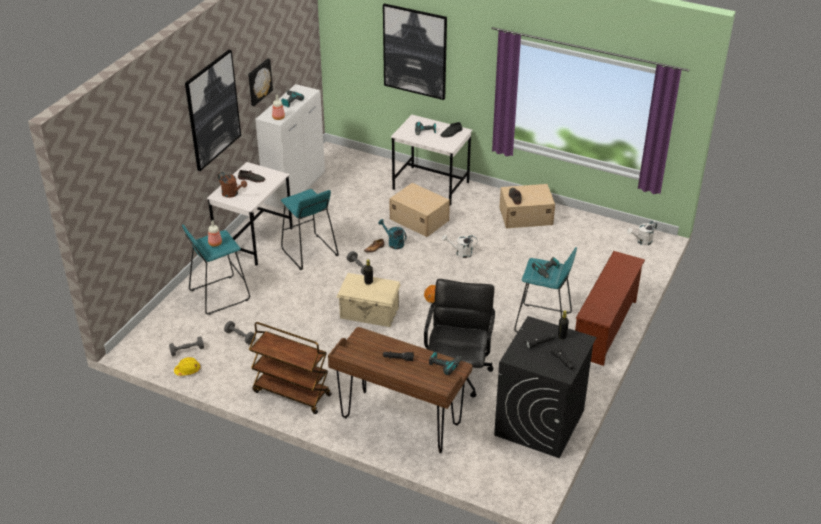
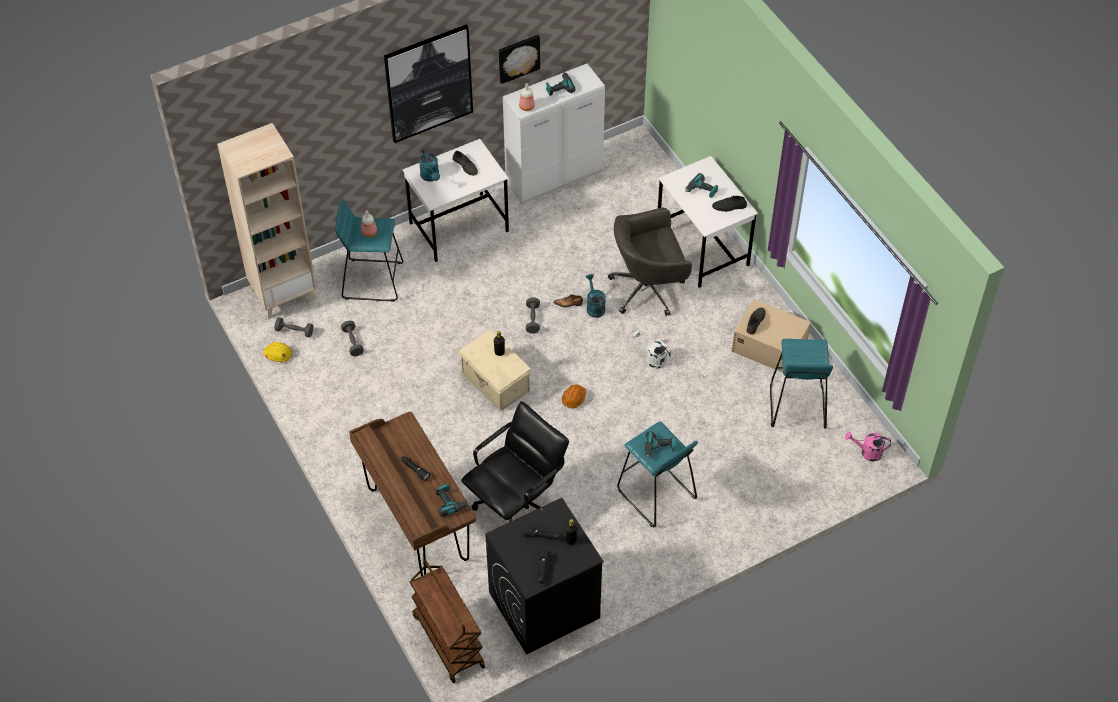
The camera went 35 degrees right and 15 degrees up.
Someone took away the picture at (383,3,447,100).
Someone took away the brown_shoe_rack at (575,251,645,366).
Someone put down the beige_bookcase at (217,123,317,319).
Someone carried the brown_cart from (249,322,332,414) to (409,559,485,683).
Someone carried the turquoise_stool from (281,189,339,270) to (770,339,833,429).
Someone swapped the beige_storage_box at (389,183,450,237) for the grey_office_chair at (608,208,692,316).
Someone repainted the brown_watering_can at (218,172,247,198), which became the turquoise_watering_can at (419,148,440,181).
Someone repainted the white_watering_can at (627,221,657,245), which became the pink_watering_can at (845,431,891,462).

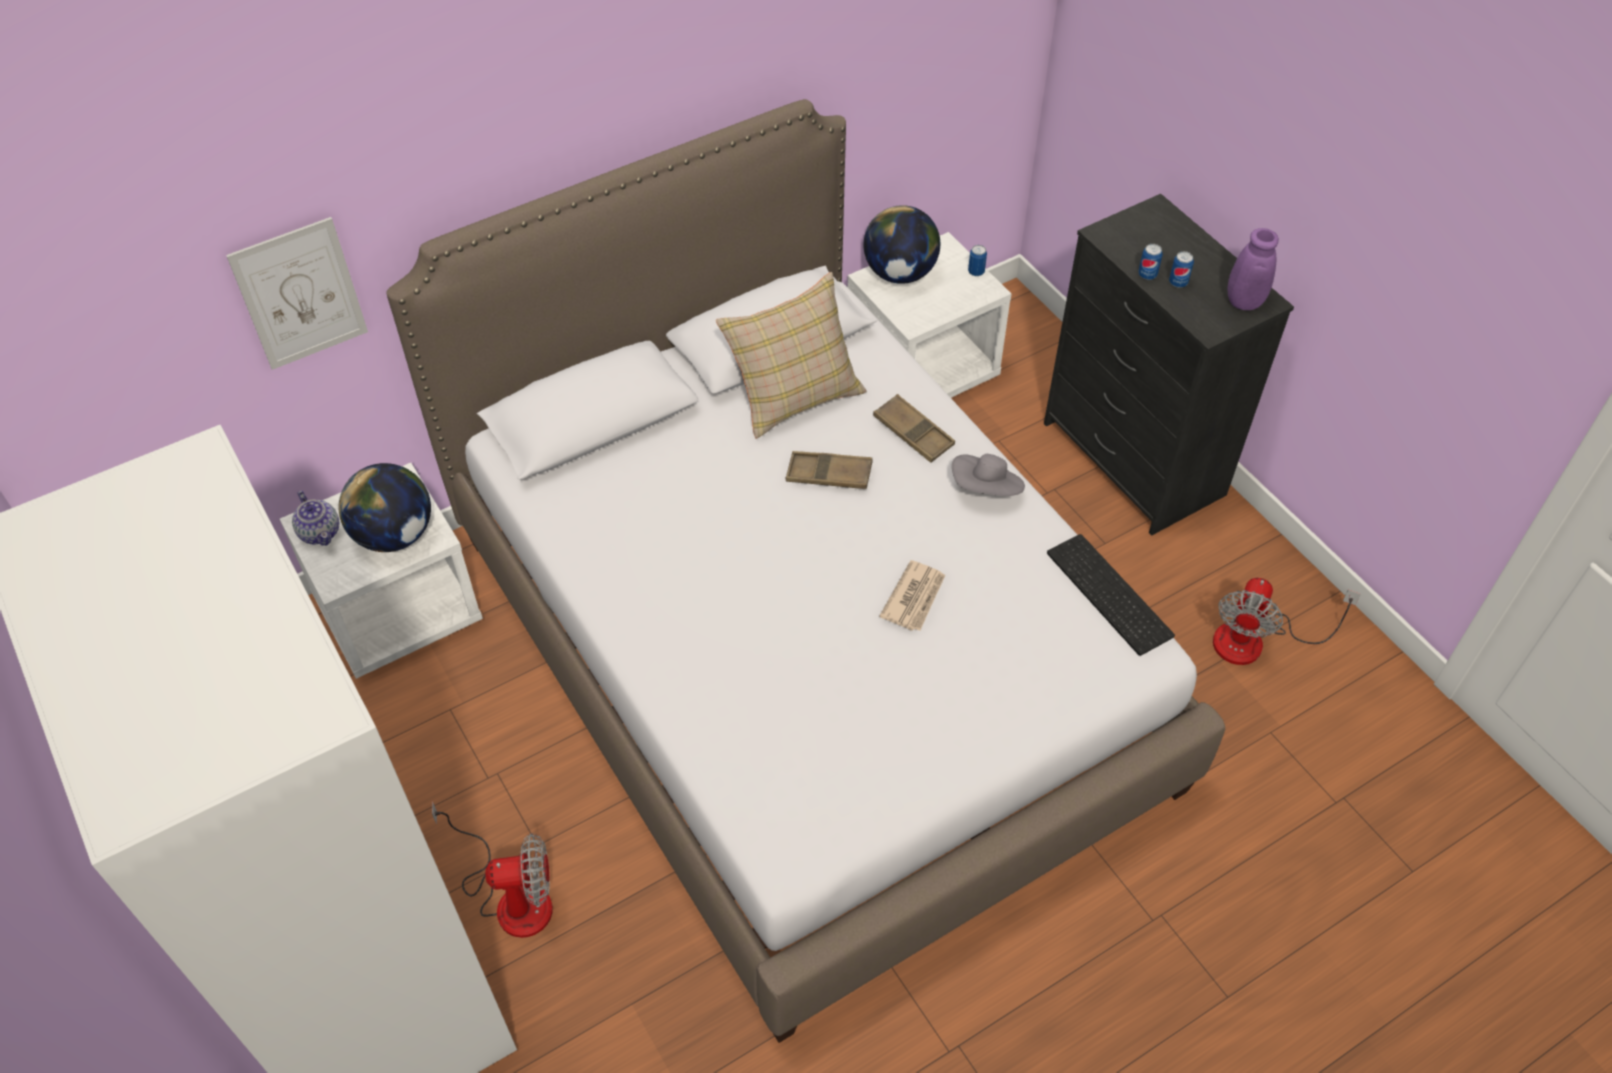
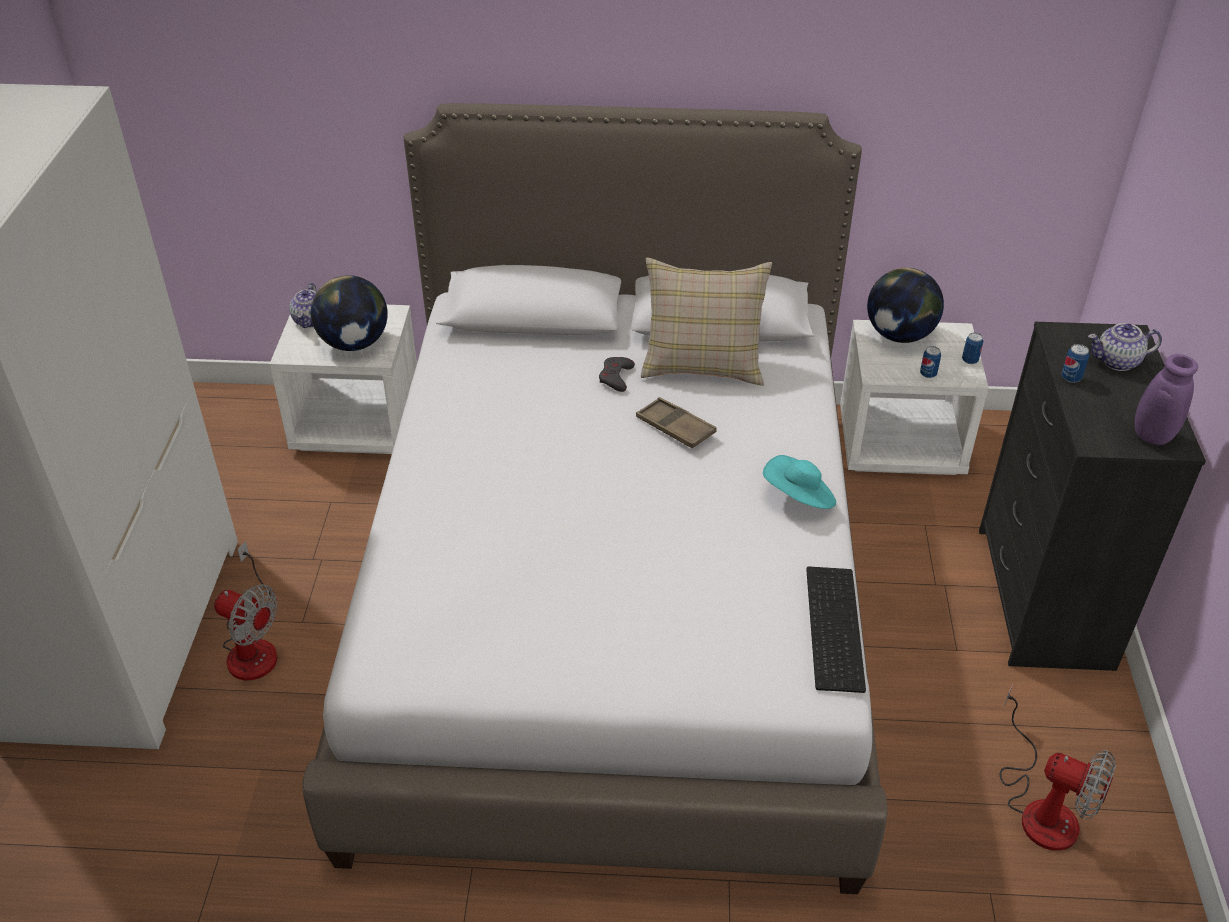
The camera went 35 degrees right and 10 degrees down.
Someone took away the picture at (226,217,368,370).
Someone took away the brown_tray at (873,394,955,463).
Someone took away the newspaper at (879,560,945,631).
Someone put down the grey_game_controller at (599,357,635,392).
Someone put down the teapot at (1088,323,1162,371).
Someone carried the can from (1169,251,1194,288) to (920,346,941,378).
Someone repainted the grey_hat at (952,454,1025,496), which became the turquoise_hat at (763,455,836,509).
Someone rotated the fan at (1213,578,1361,665) by 120 degrees counterclockwise.

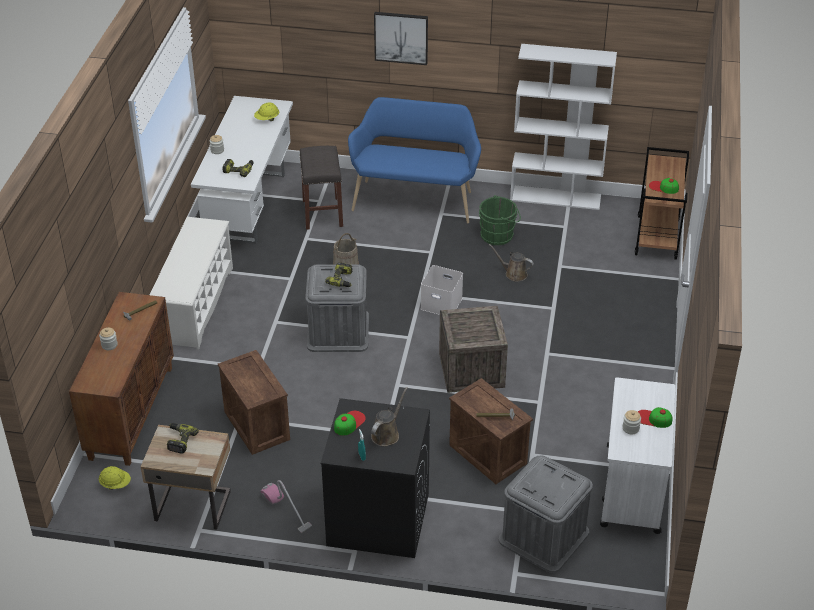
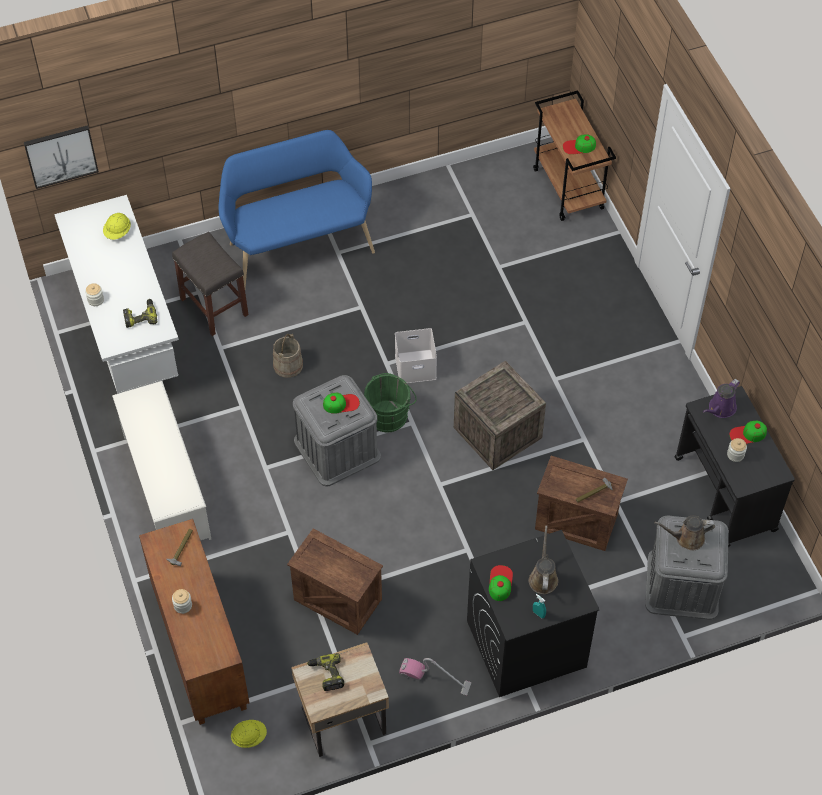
The camera went 30 degrees left and 15 degrees up.
Someone took away the white_bookcase at (510,44,617,210).
Someone put down the purple_watering_can at (703,379,740,418).
Someone carried the picture from (374,12,428,65) to (24,125,99,189).
Someone carried the green_bucket from (479,195,521,245) to (364,373,417,432).
Someone carried the brown_watering_can from (489,244,534,282) to (654,516,715,550).
Someone swapped the power_drill at (325,262,352,287) for the cap at (323,393,360,414).
Someone repainted the white_cart at (600,377,675,534), which became the black_cart at (674,386,795,547).

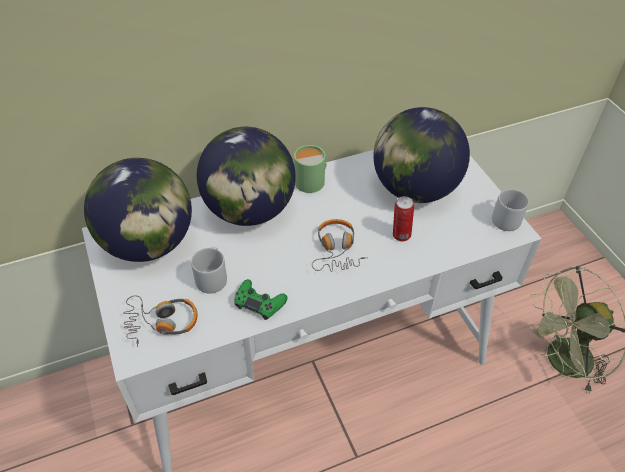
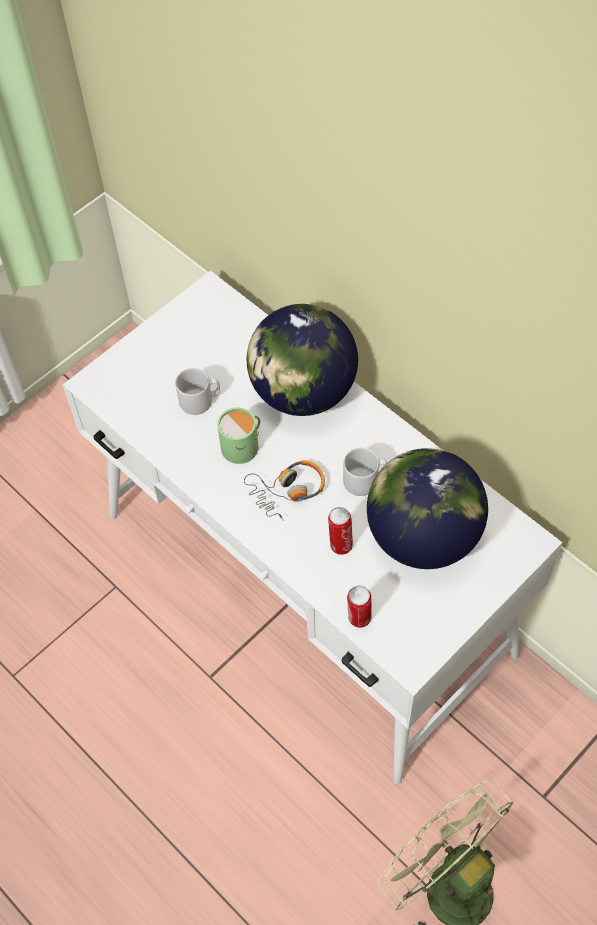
The camera went 70 degrees right and 10 degrees up.
Someone took away the globe at (84,158,192,262).
Someone took away the headphones at (123,295,197,347).
Someone took away the green_game_controller at (234,279,288,320).
Someone put down the can at (347,586,372,628).
Someone carried the green_mug from (294,145,326,193) to (217,407,260,464).
Someone carried the grey_mug from (492,189,529,231) to (343,448,387,496).

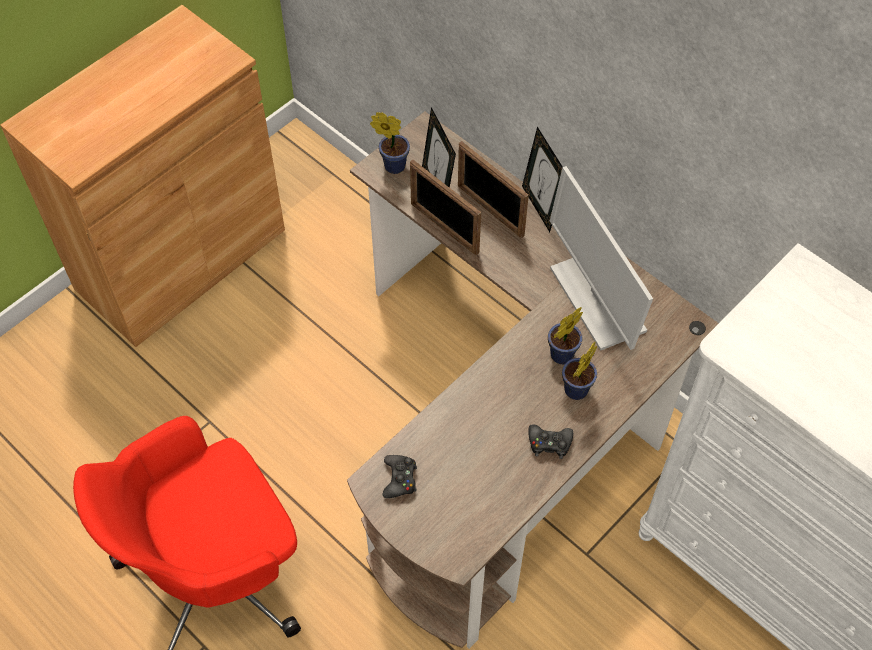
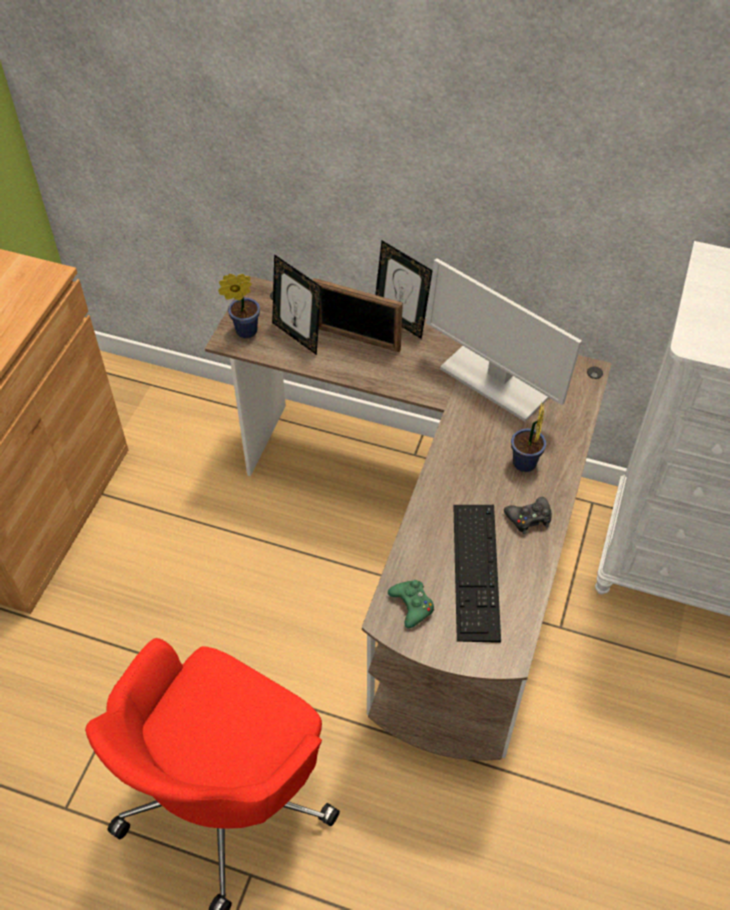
The camera went 25 degrees left and 5 degrees down.
Someone took away the picture_frame at (410,160,481,255).
Someone took away the potted_plant at (548,307,583,364).
Someone put down the keyboard at (453,505,501,643).
Someone repainted the black_game_controller at (383,455,417,498), which became the green_game_controller at (388,580,434,628).

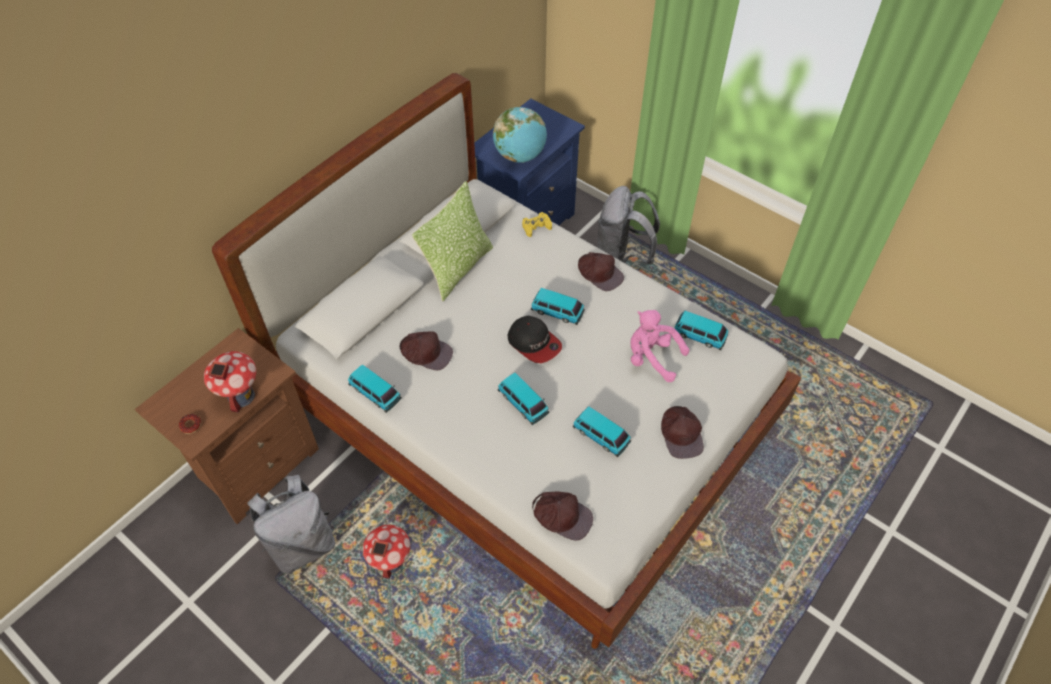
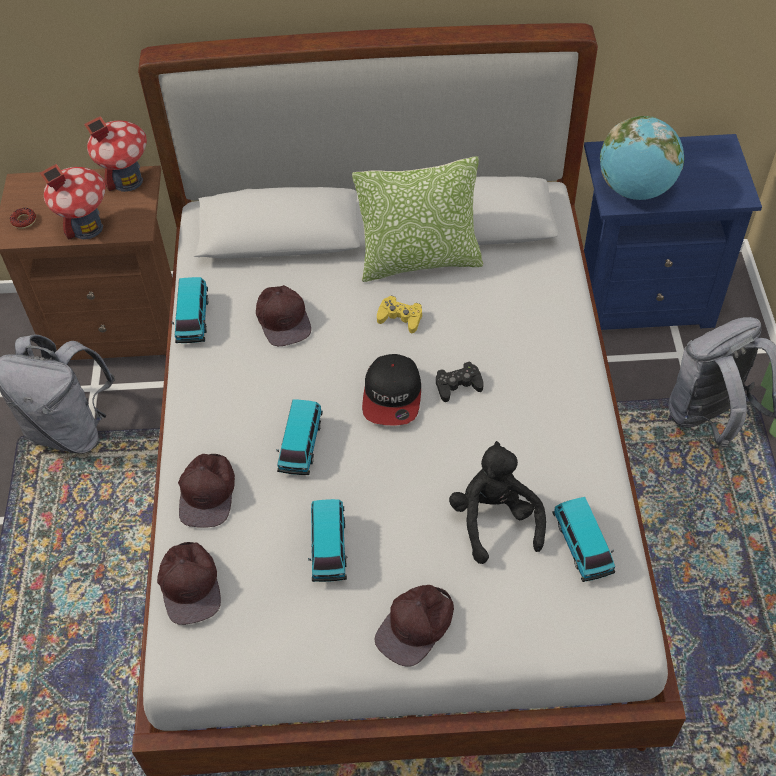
The camera went 50 degrees right and 0 degrees up.
Someone carried the toy_house from (363,524,410,579) to (84,116,147,192).
Someone carried the yellow_game_controller from (522,212,552,237) to (377,296,422,333).
Someone carried the brown_cap from (578,252,624,291) to (178,454,235,528).
Someone swapped the toy_car at (531,288,585,325) for the black_game_controller at (436,362,484,402).
Someone repainted the pink_plush_toy at (631,310,689,382), which became the black_plush_toy at (449,441,546,564).

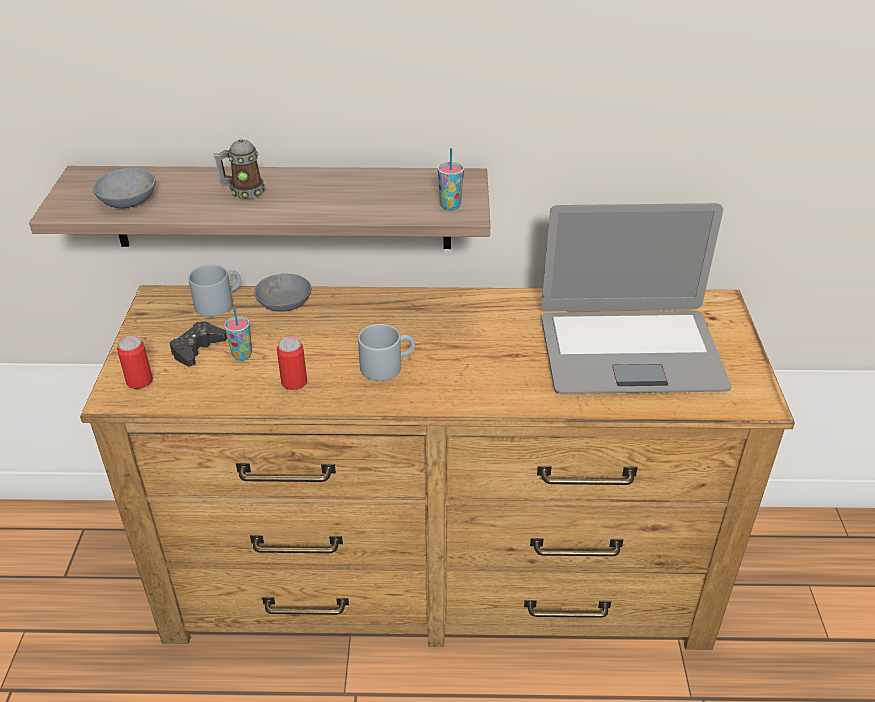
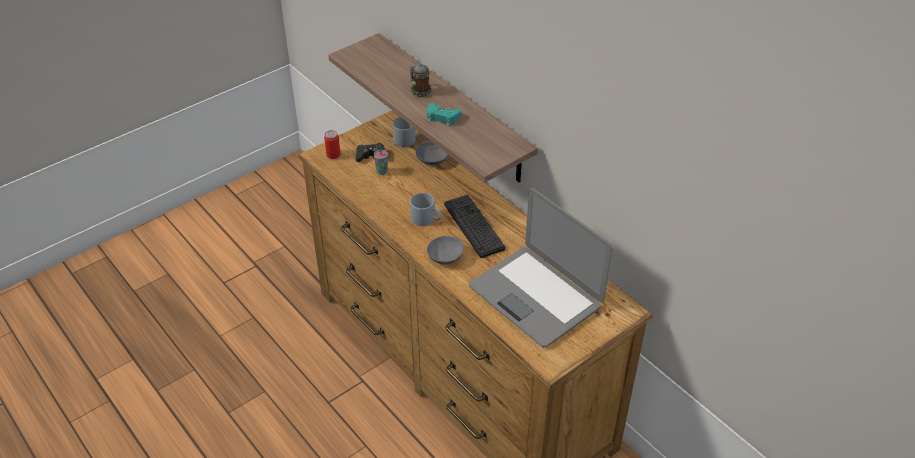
The camera went 50 degrees right and 5 degrees up.
Someone took away the can at (277,337,307,390).
Someone took away the cup at (438,148,464,210).
Someone put down the turquoise_game_controller at (427,103,461,126).
Someone put down the keyboard at (444,195,505,258).
Someone carried the grey_bowl from (93,167,156,208) to (427,236,464,264).

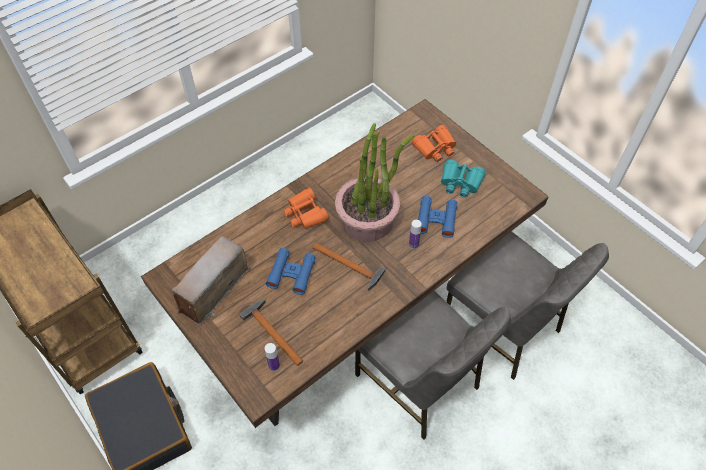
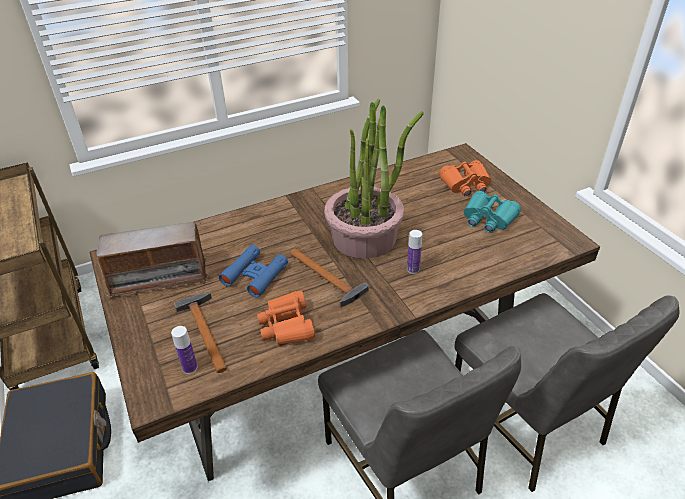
The camera went 15 degrees right and 15 degrees down.
Someone took away the blue_binoculars at (418,196,457,238).
Someone carried the orange_binoculars from (284,188,329,229) to (257,290,315,345).
Someone rotated the radio at (172,236,252,325) by 150 degrees counterclockwise.

